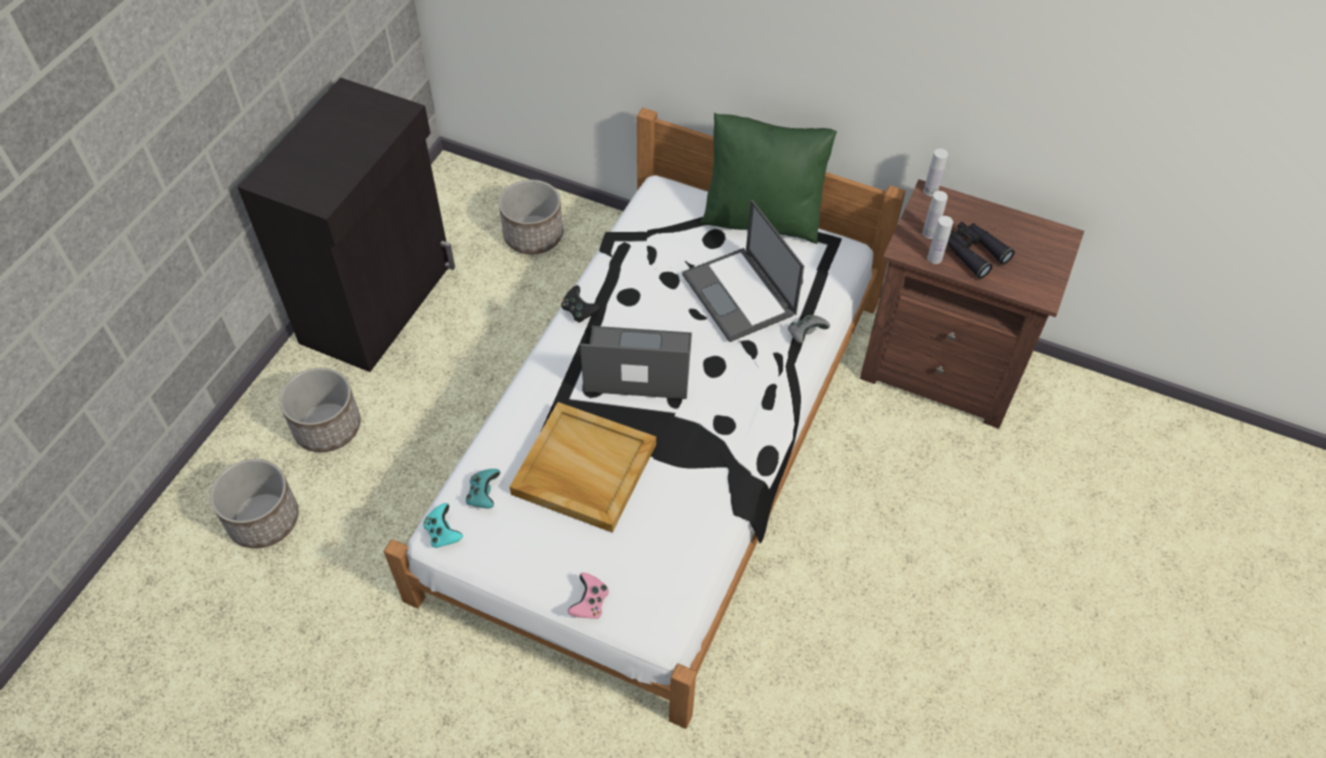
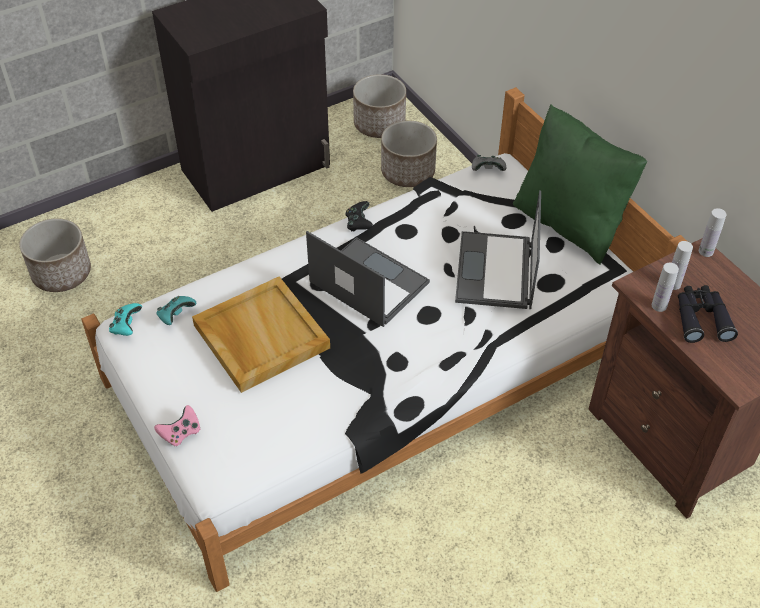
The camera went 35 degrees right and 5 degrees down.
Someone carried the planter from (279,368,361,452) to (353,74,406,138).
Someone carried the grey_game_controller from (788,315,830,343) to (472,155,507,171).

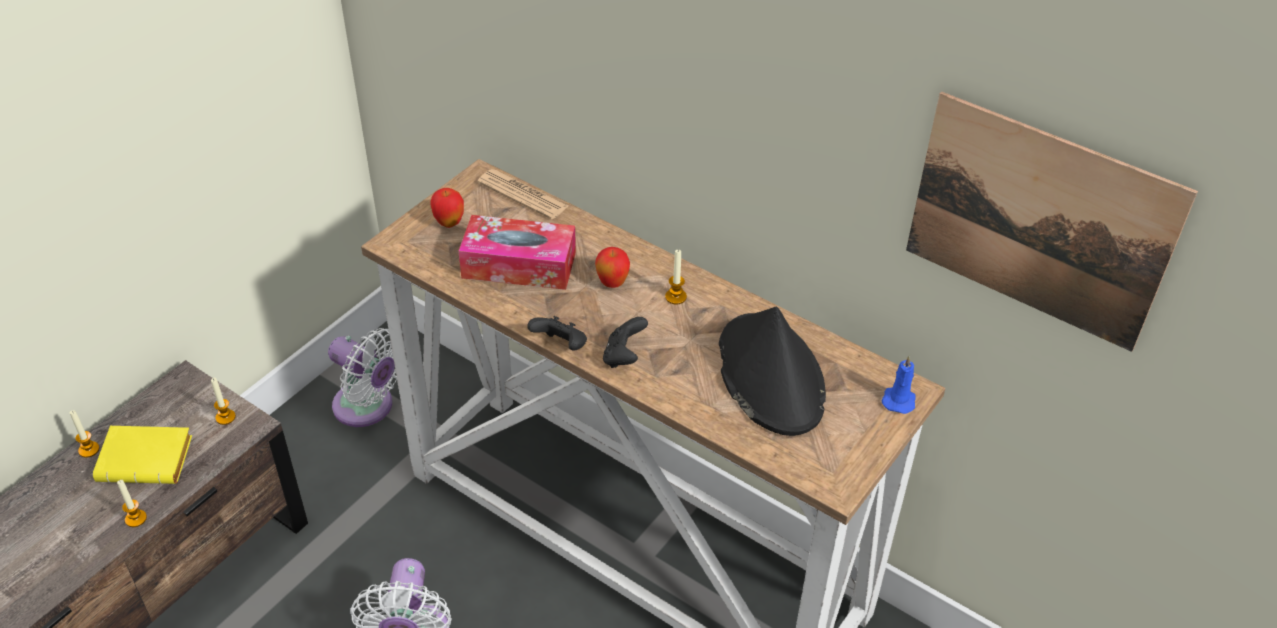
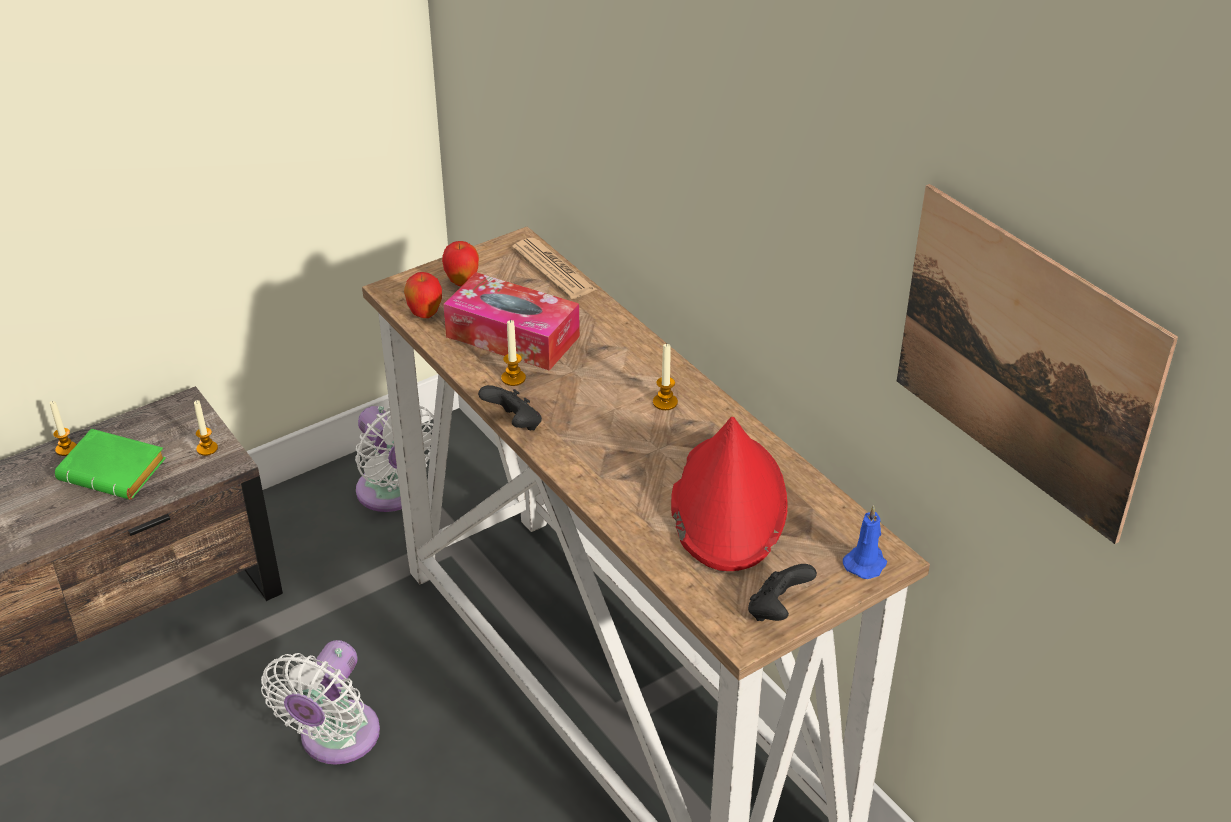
The camera went 20 degrees right and 5 degrees down.
Someone carried the candle from (117,480,147,527) to (501,319,526,386).
Someone carried the apple from (595,247,630,288) to (404,272,442,318).
Someone carried the black_game_controller from (603,317,648,368) to (748,564,817,621).
Someone repainted the yellow_book at (93,426,192,484), which became the green_book at (55,429,166,500).
Someone repainted the black_hat at (719,307,826,436), which became the red_hat at (671,417,788,571).

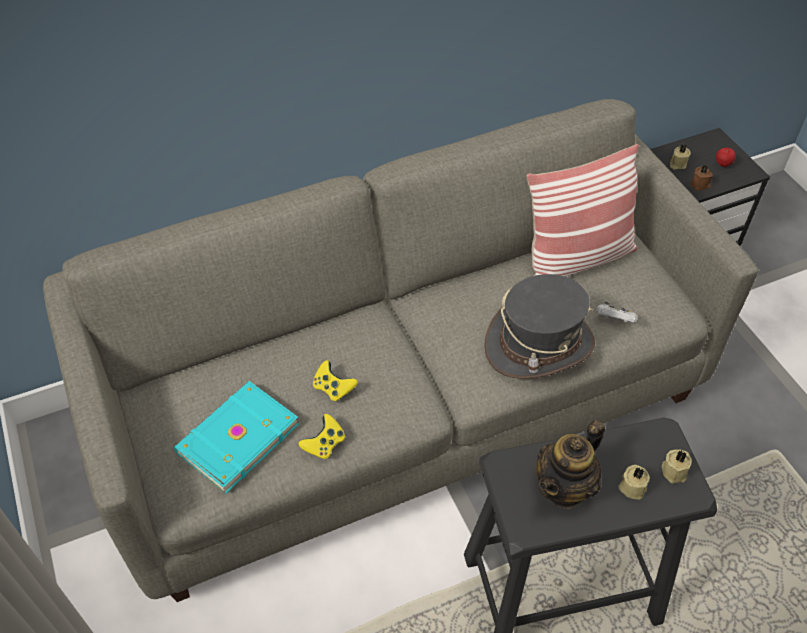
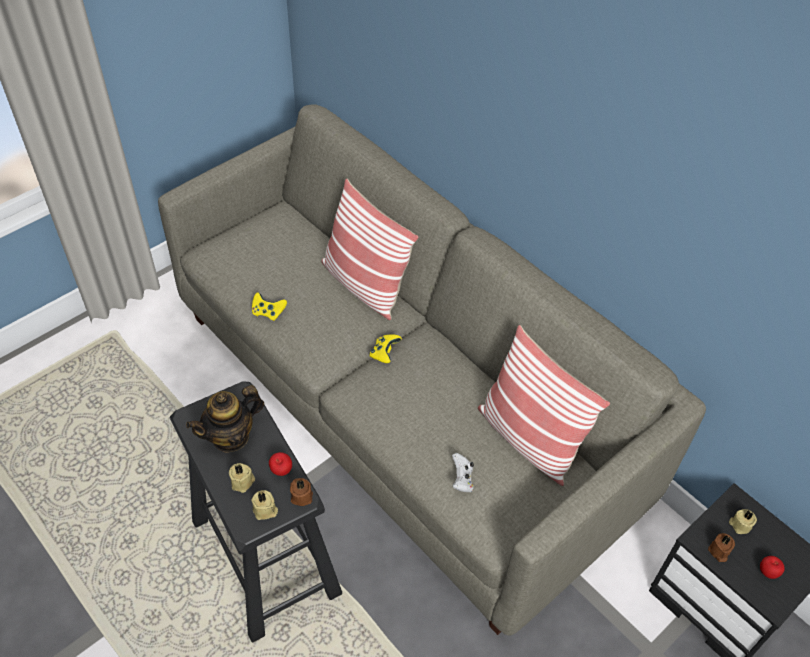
The camera went 70 degrees right and 0 degrees up.
Someone took away the turquoise_book at (174,381,299,494).
Someone took away the grey_hat at (485,274,595,379).
Someone put down the apple at (269,452,292,476).
Someone put down the brown_candle at (290,478,313,506).
Someone put down the pillow at (321,179,418,320).
Someone carried the yellow_game_controller from (313,360,358,401) to (370,334,402,363).
Someone rotated the teapot at (536,420,605,509) by 60 degrees counterclockwise.

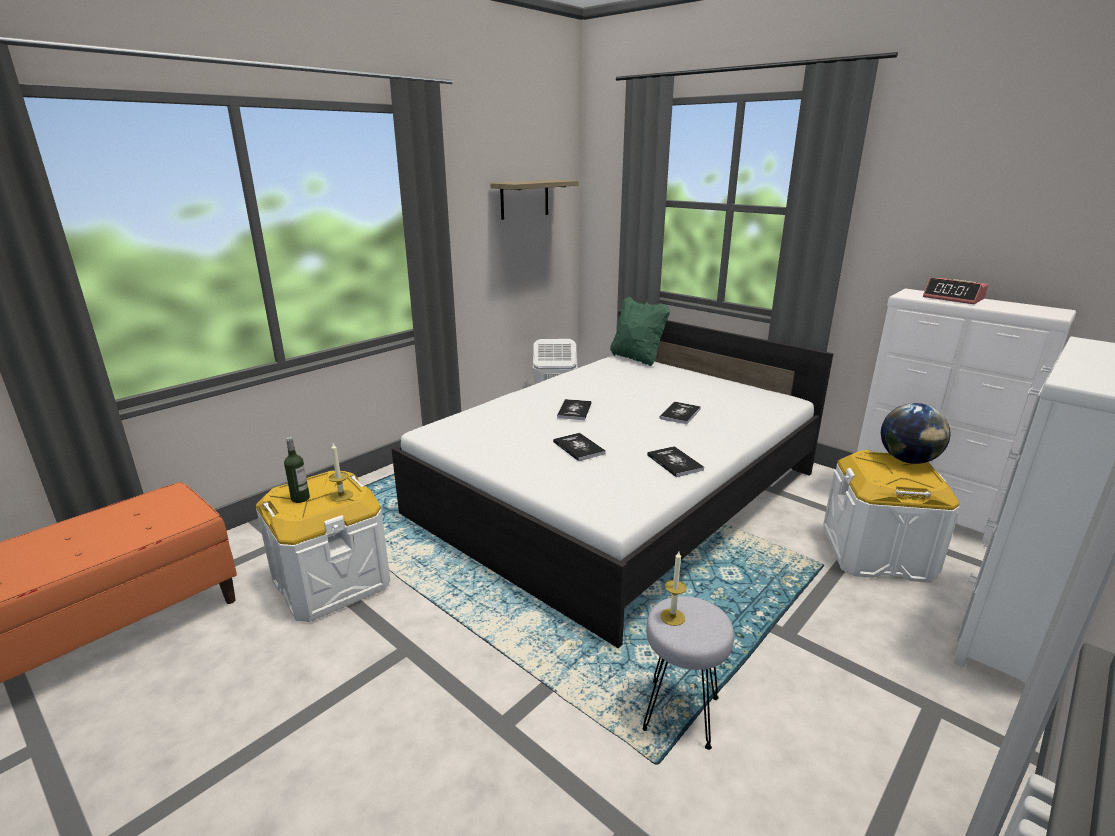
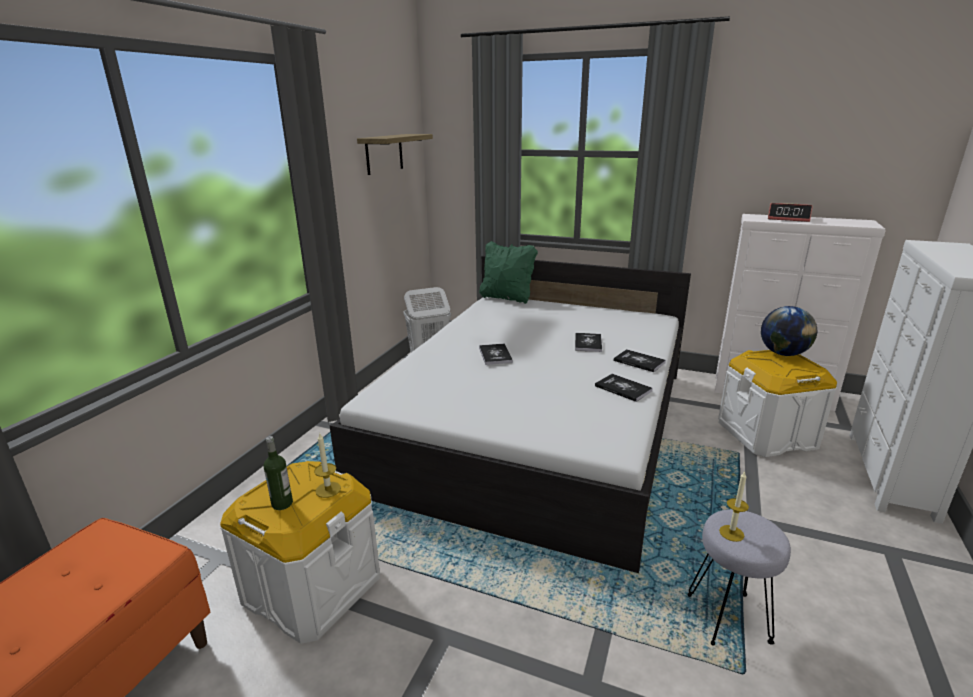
The camera went 20 degrees left and 0 degrees up.
Someone carried the book from (553,433,606,461) to (614,349,666,372).

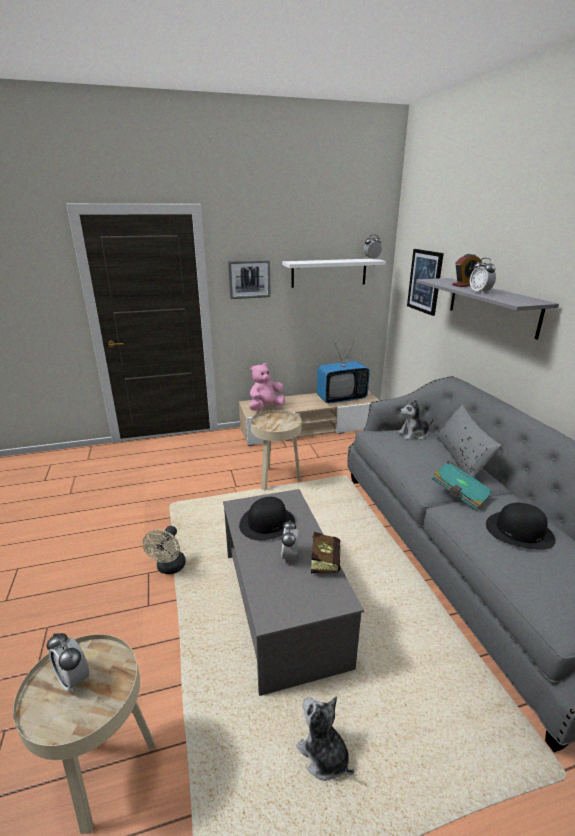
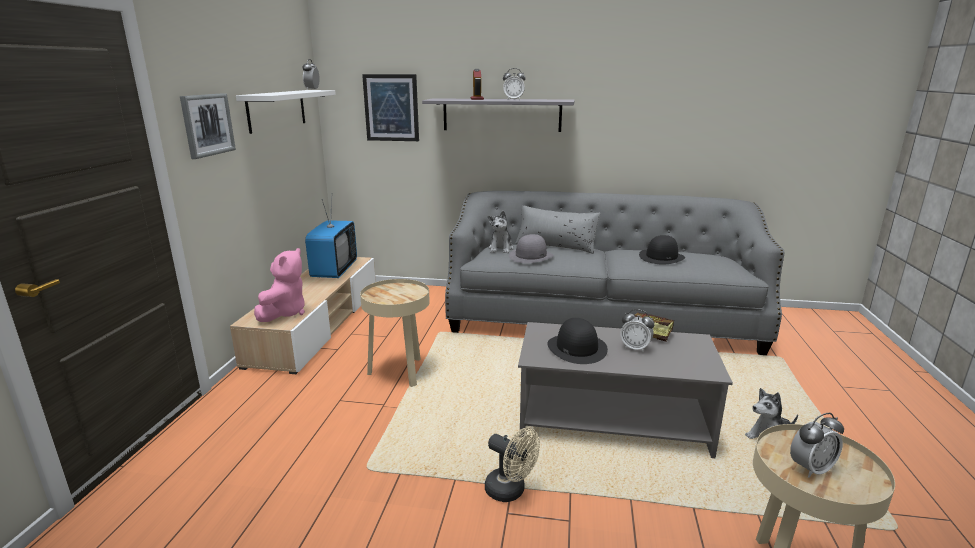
The camera went 65 degrees left and 5 degrees down.
Someone took away the turquoise_book at (431,461,492,511).
Someone put down the grey_hat at (509,234,554,263).
Someone rotated the pink_plush_toy at (250,363,285,411) by 150 degrees counterclockwise.

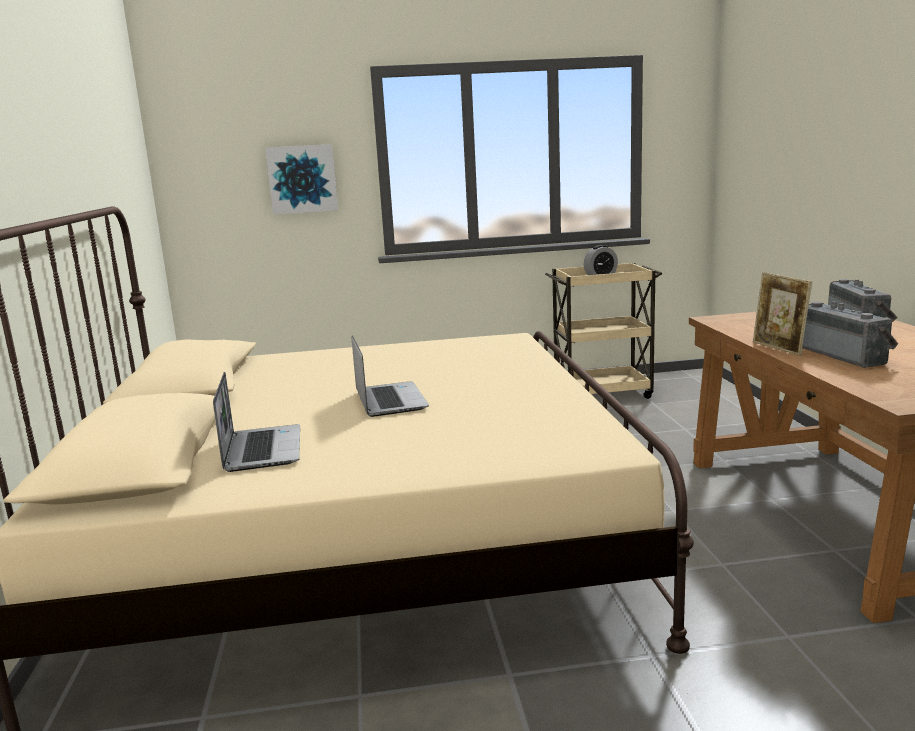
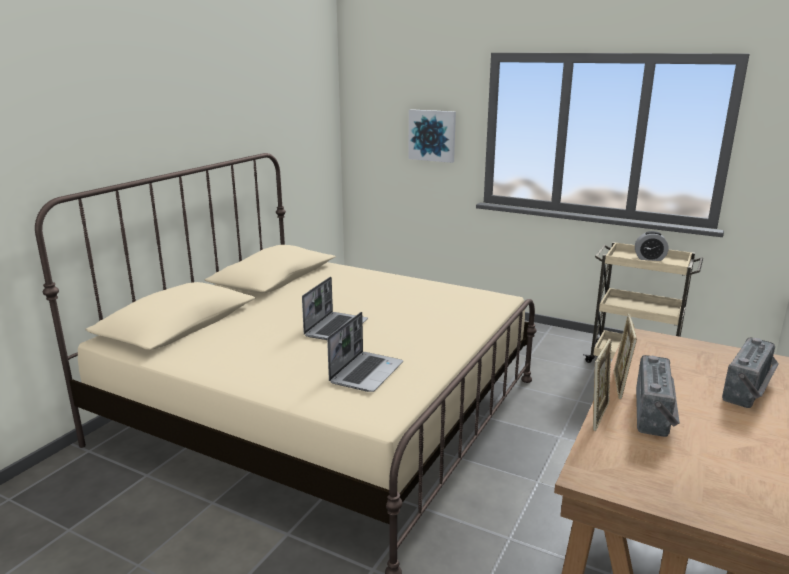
The camera went 35 degrees right and 5 degrees up.
Someone put down the picture_frame at (593,338,612,431).
Someone carried the laptop from (213,372,300,472) to (327,312,403,392).

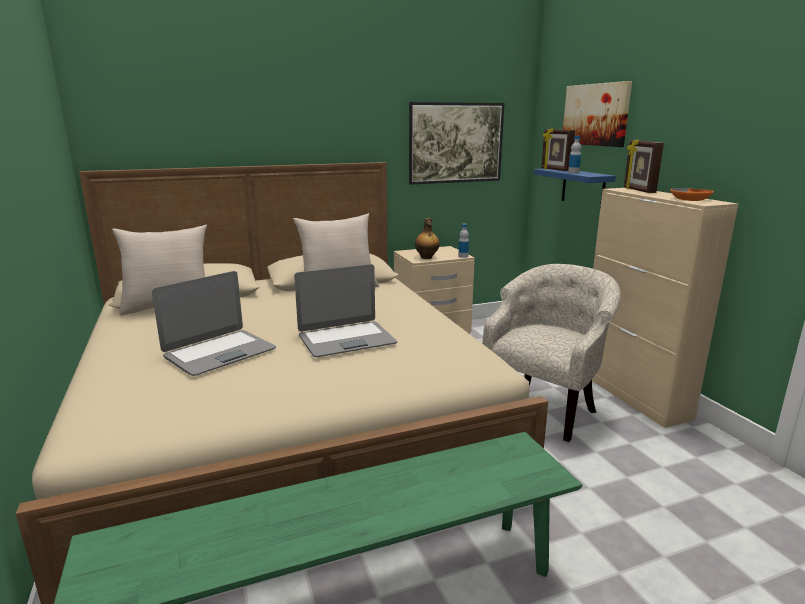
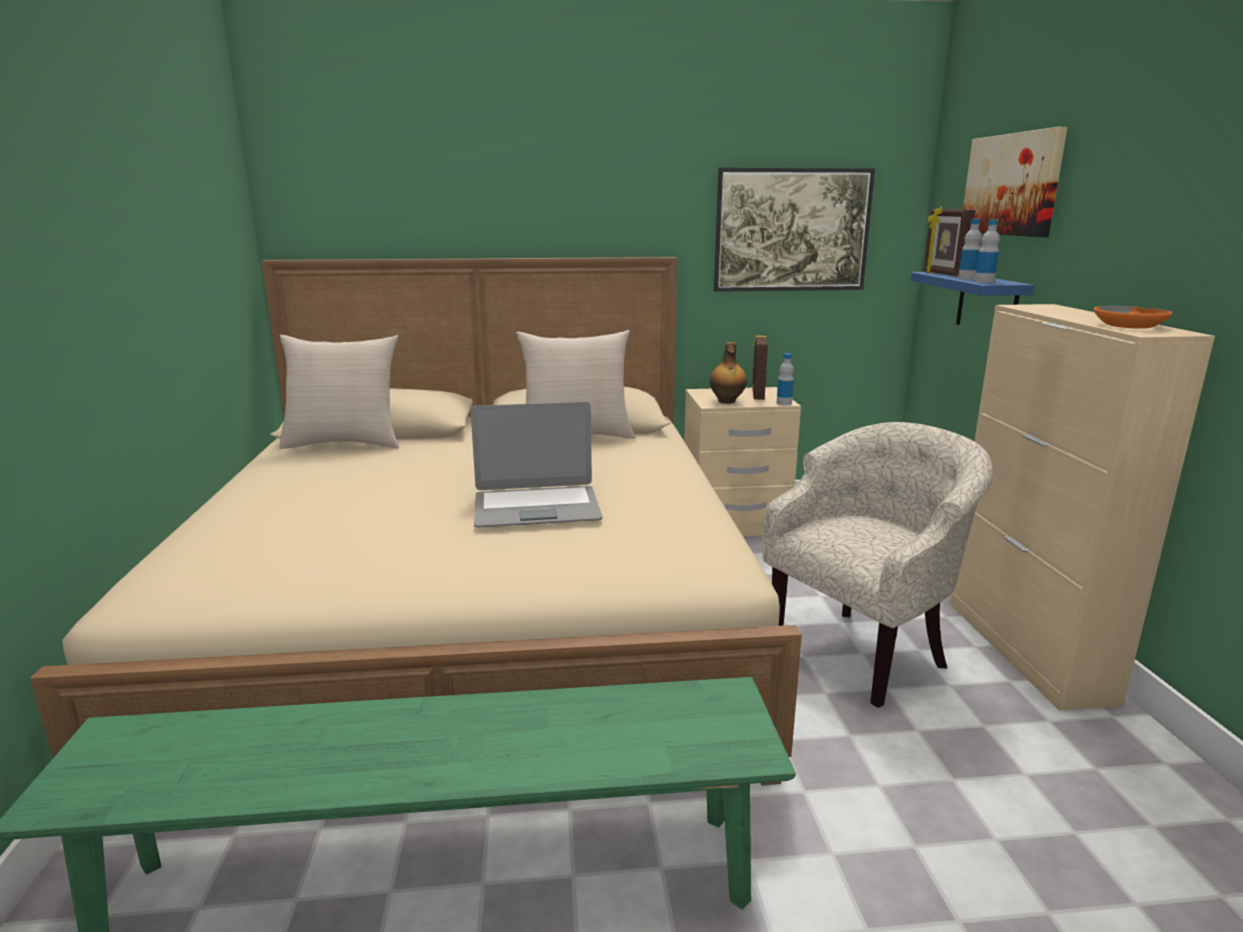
The camera went 15 degrees right and 0 degrees up.
Someone took away the laptop at (152,271,276,376).
Someone put down the bottle at (975,219,1000,283).
Someone carried the picture_frame from (624,139,664,193) to (752,335,768,400).

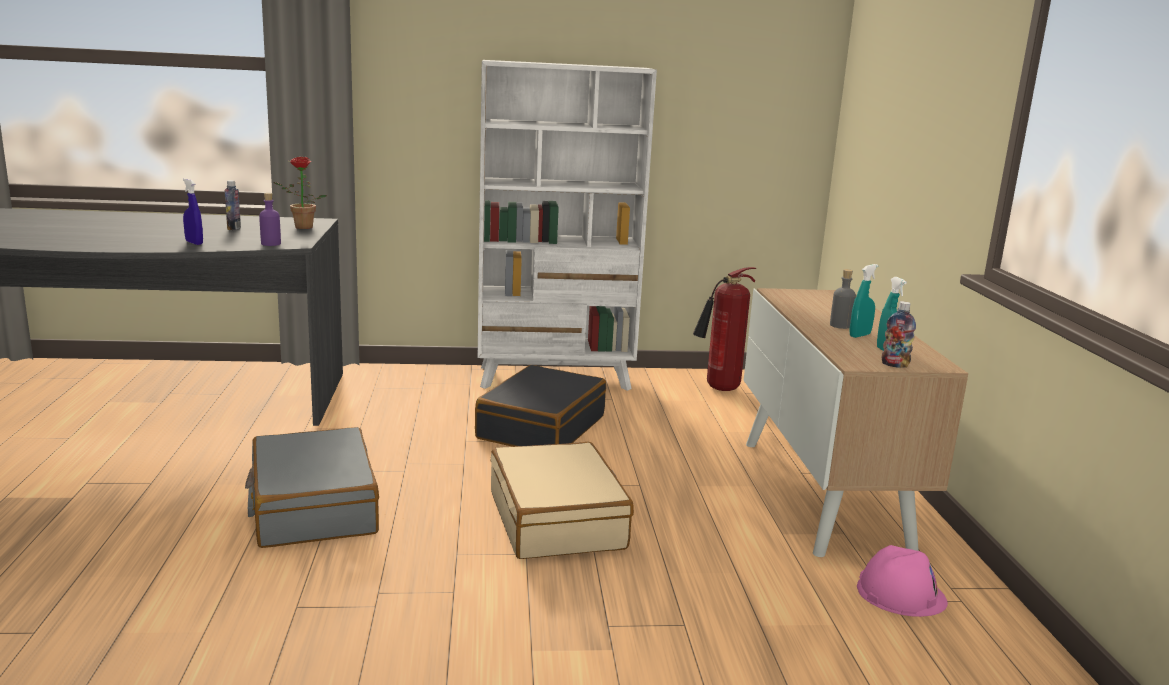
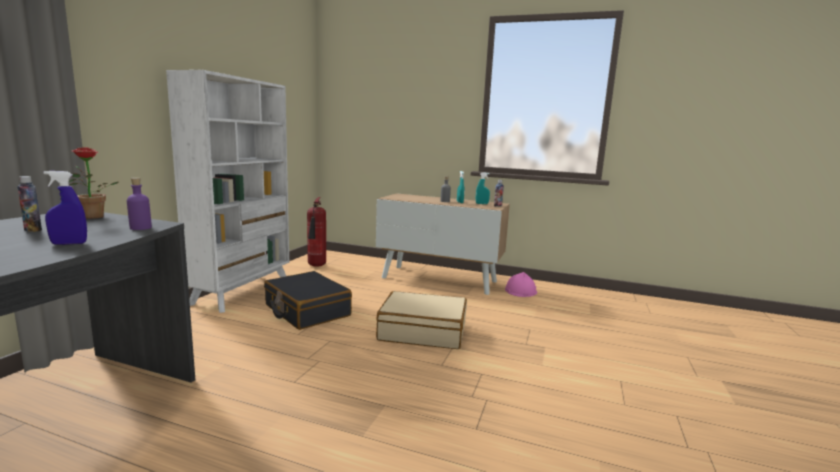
The camera went 65 degrees left and 5 degrees down.
Someone took away the grey_suitcase at (245,427,379,548).

